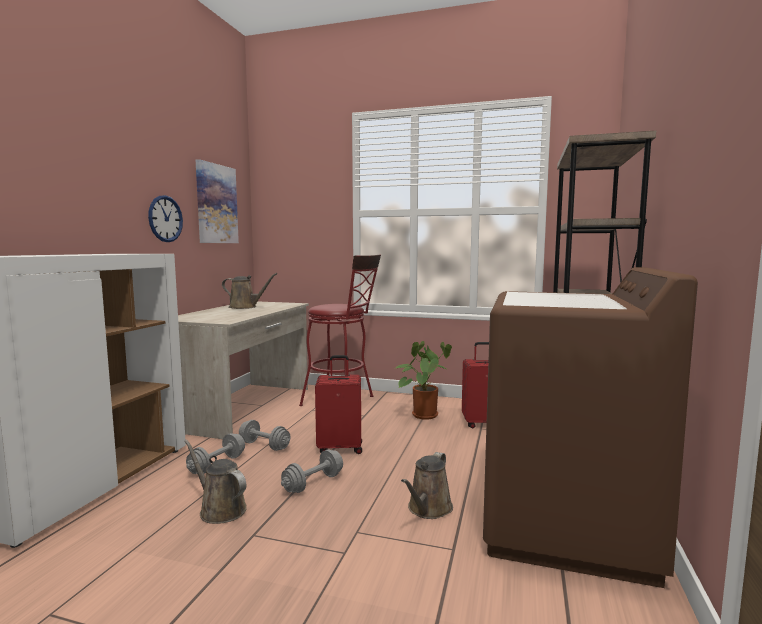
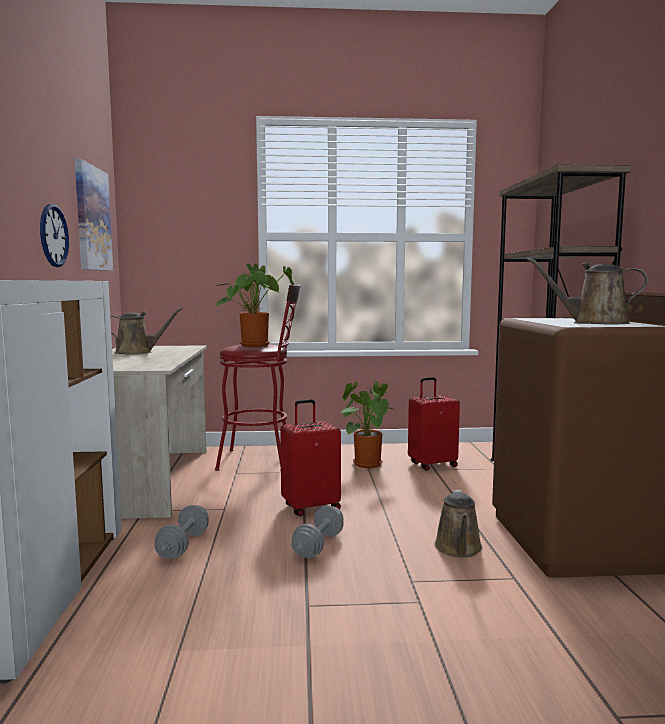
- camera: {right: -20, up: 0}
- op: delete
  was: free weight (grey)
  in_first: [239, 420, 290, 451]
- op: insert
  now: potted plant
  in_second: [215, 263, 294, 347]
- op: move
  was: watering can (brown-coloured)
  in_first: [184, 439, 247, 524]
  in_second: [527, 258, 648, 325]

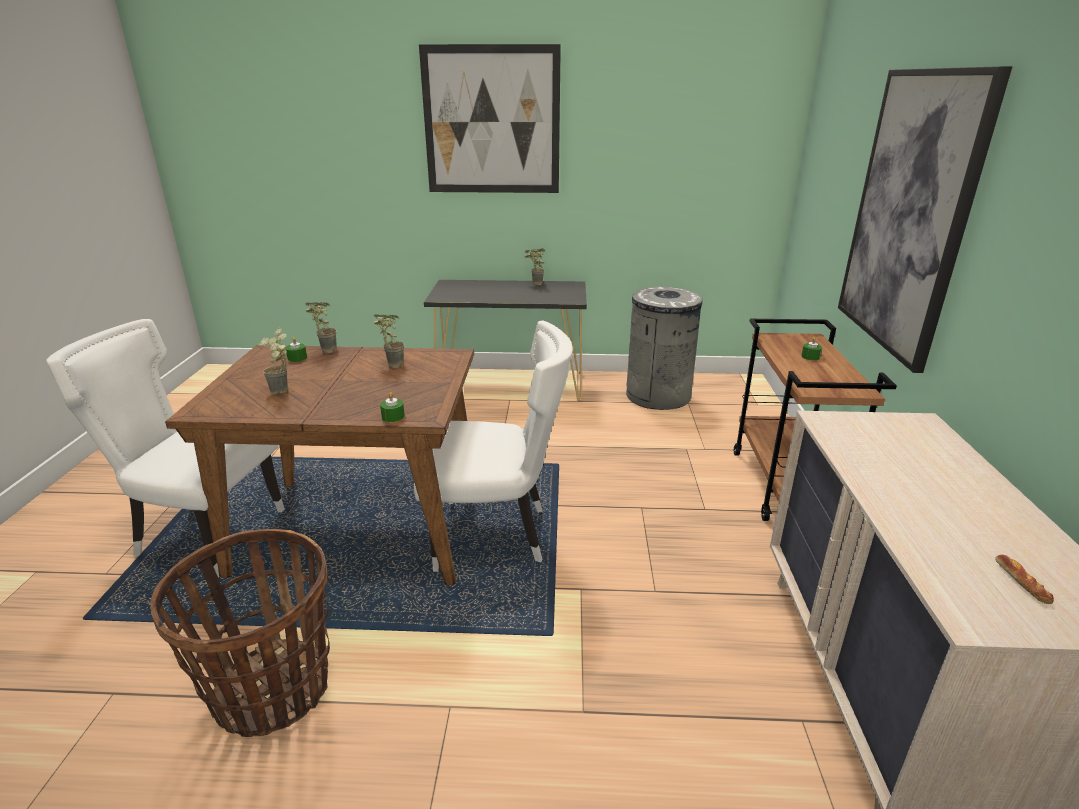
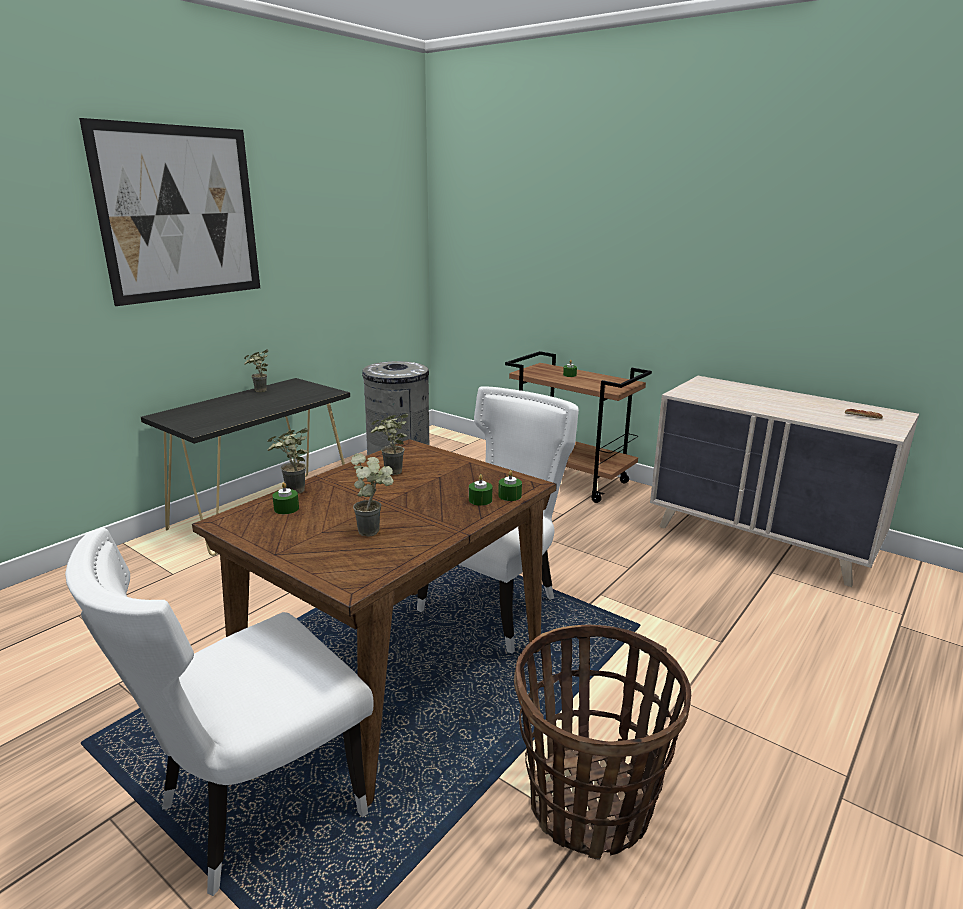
- camera: {right: -55, up: -5}
- op: delete
  was: wall art
  in_first: [838, 66, 1012, 373]
- op: insert
  now: candle (greenish)
  in_second: [469, 474, 492, 506]

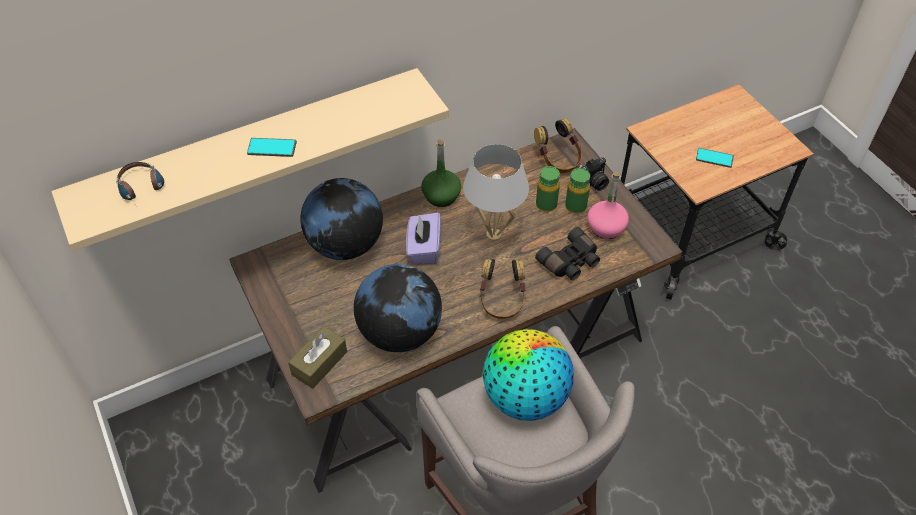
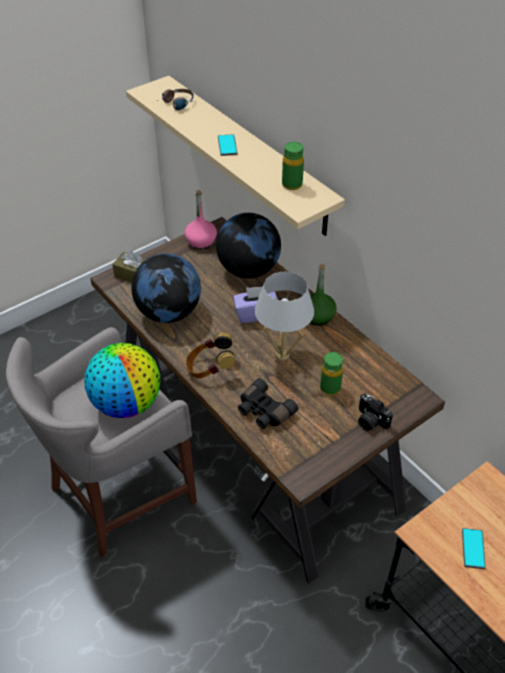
- camera: {right: 80, up: -5}
- op: delete
  was: headphones
  in_first: [534, 118, 582, 173]
- op: move
  was: bottle (greenish)
  in_first: [565, 168, 590, 214]
  in_second: [282, 142, 304, 190]
- op: move
  was: bottle (pinkish)
  in_first: [587, 172, 629, 239]
  in_second: [185, 190, 217, 249]

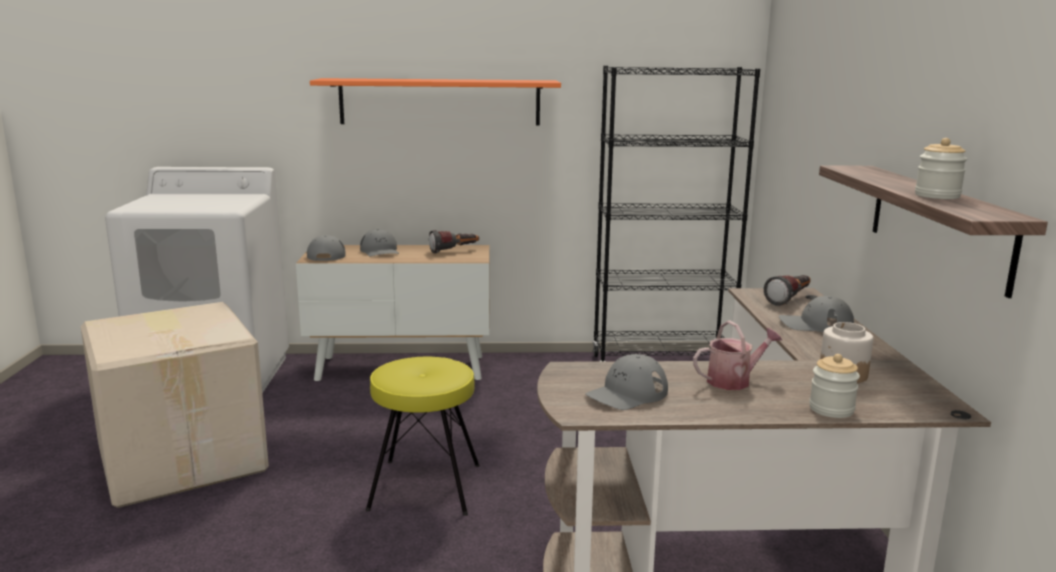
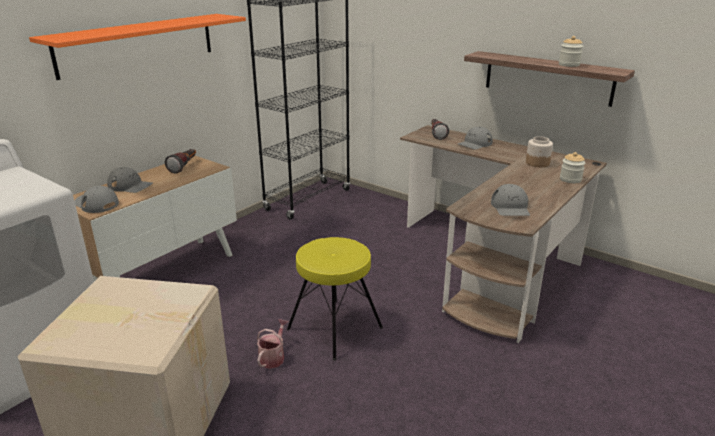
- camera: {right: -50, up: 10}
- op: move
  was: watering can
  in_first: [693, 320, 782, 390]
  in_second: [257, 319, 288, 369]

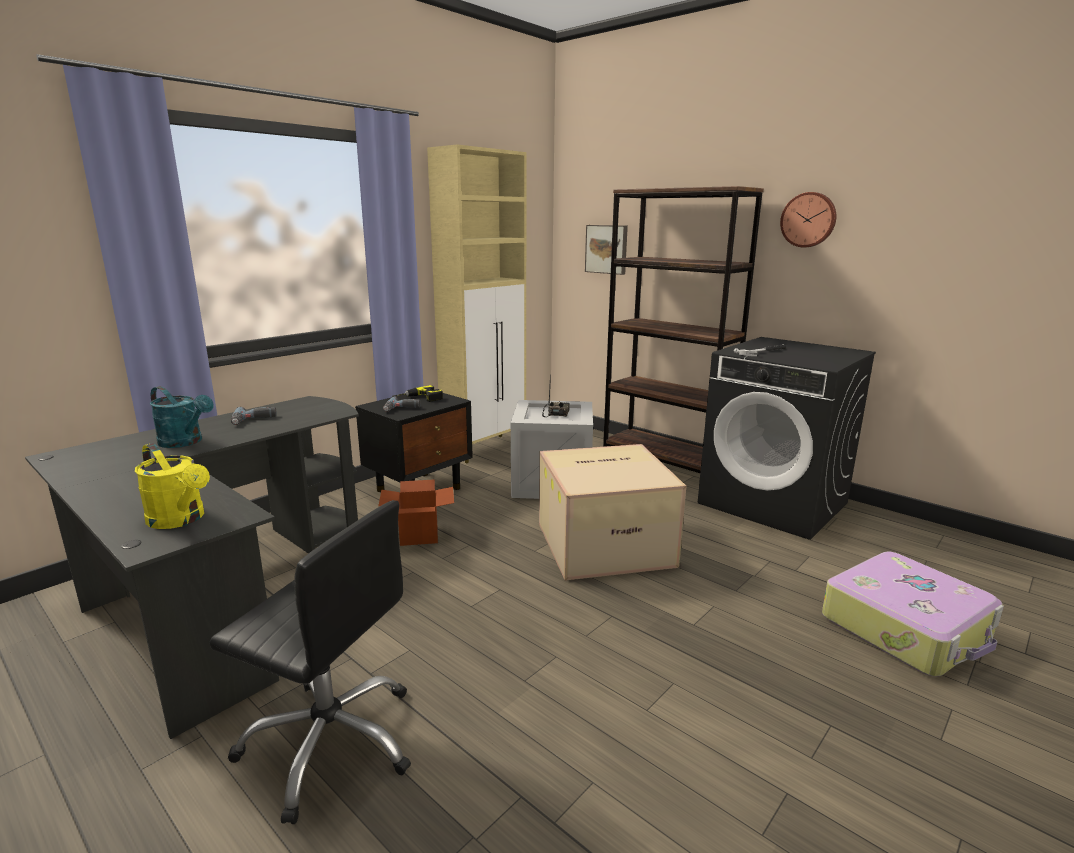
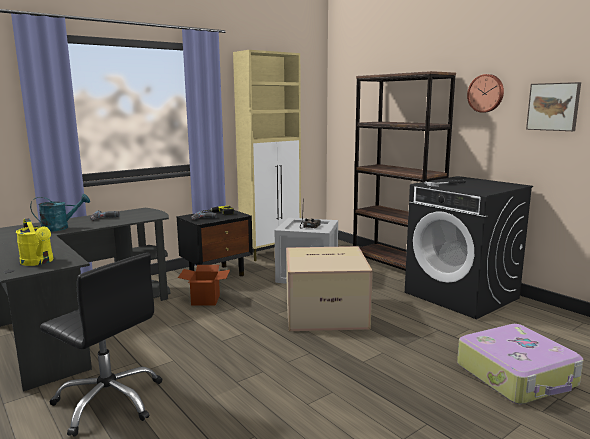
- camera: {right: 10, up: -5}
- op: move
  was: wall art
  in_first: [585, 225, 628, 275]
  in_second: [526, 82, 581, 131]
- op: rotate
  was: watering can (turquoise)
  in_first: [150, 386, 214, 448]
  in_second: [30, 194, 90, 232]
  clockwise: -60

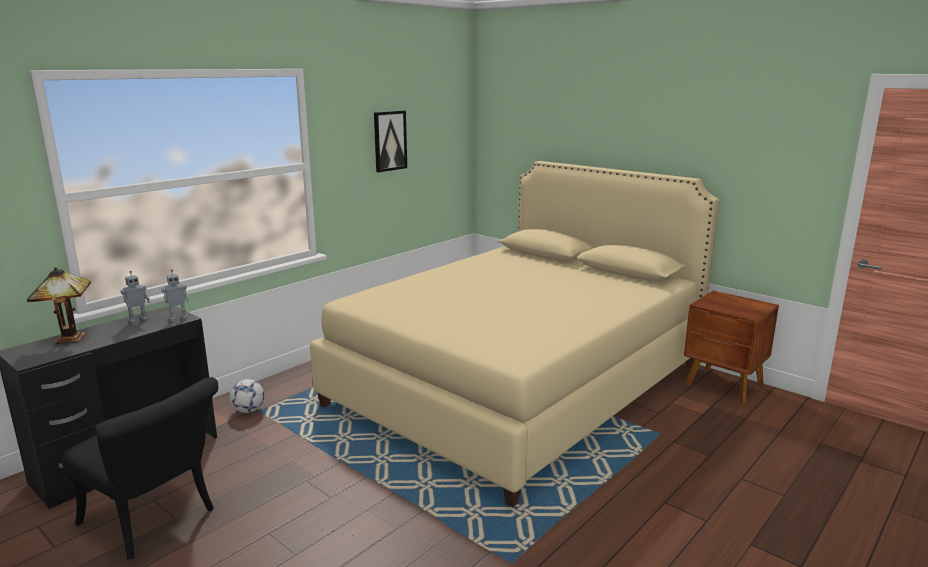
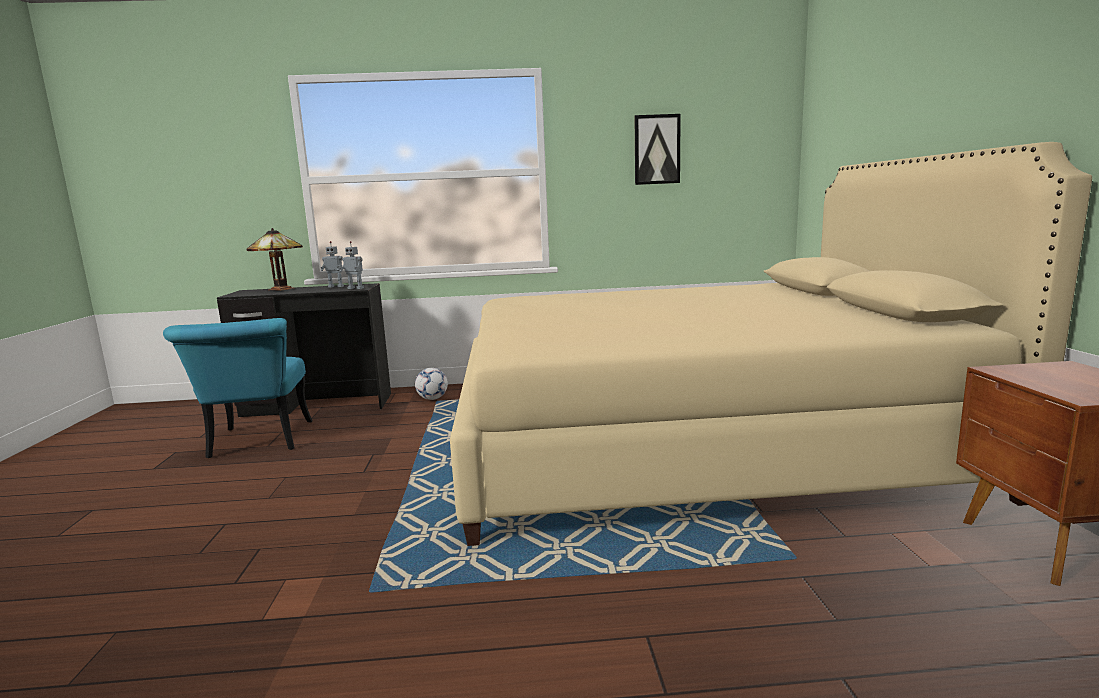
- camera: {right: 45, up: -5}
- op: recolor
  was: plain chair (black)
  now: plain chair (turquoise)
  in_first: [61, 377, 218, 559]
  in_second: [163, 318, 313, 458]

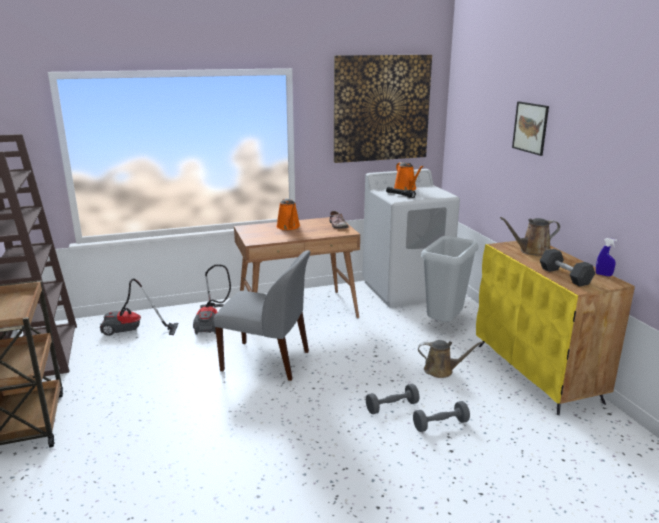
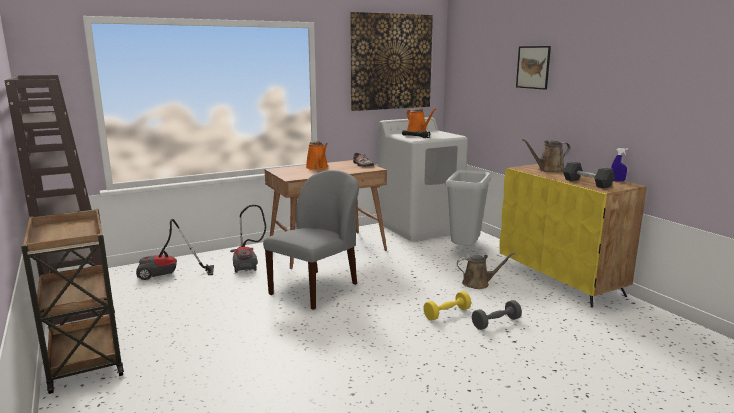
- camera: {right: -10, up: -5}
- op: recolor
  was: free weight (grey)
  now: free weight (yellowish)
  in_first: [366, 384, 419, 414]
  in_second: [423, 291, 471, 321]
- op: rotate
  was: plain chair (grey)
  in_first: [214, 250, 310, 381]
  in_second: [263, 170, 359, 310]
  clockwise: -60

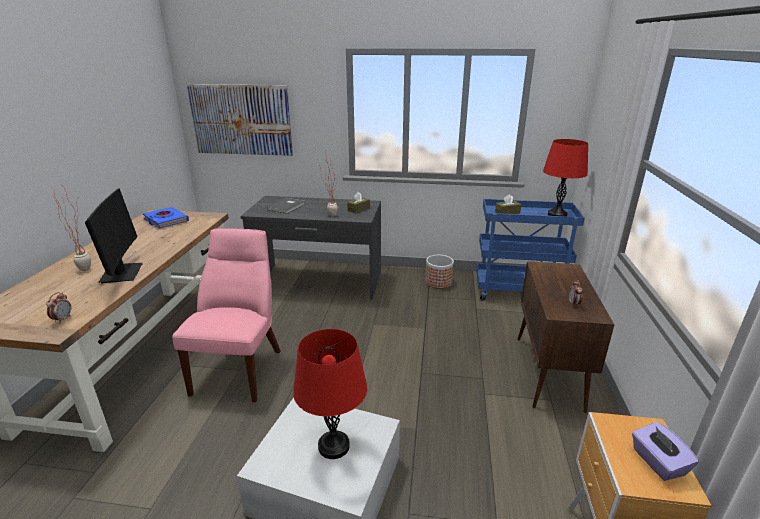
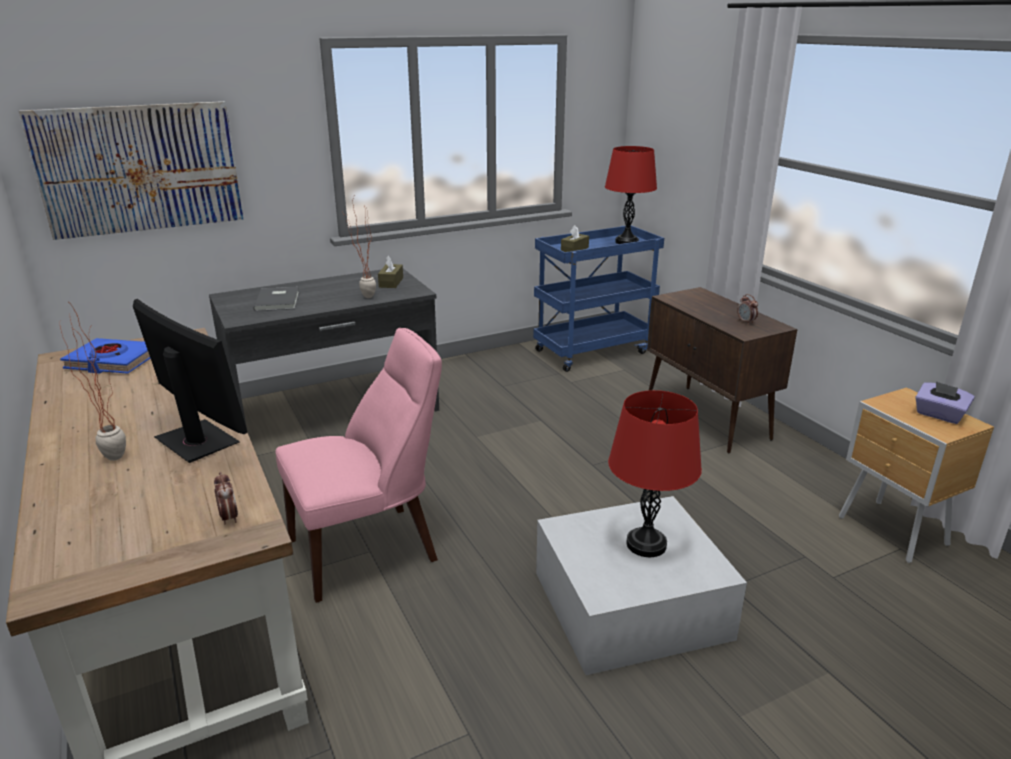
- camera: {right: -35, up: 0}
- op: delete
  was: planter
  in_first: [425, 255, 454, 289]
- op: rotate
  was: plain chair (pinkish)
  in_first: [172, 228, 281, 402]
  in_second: [275, 328, 442, 603]
  clockwise: 90

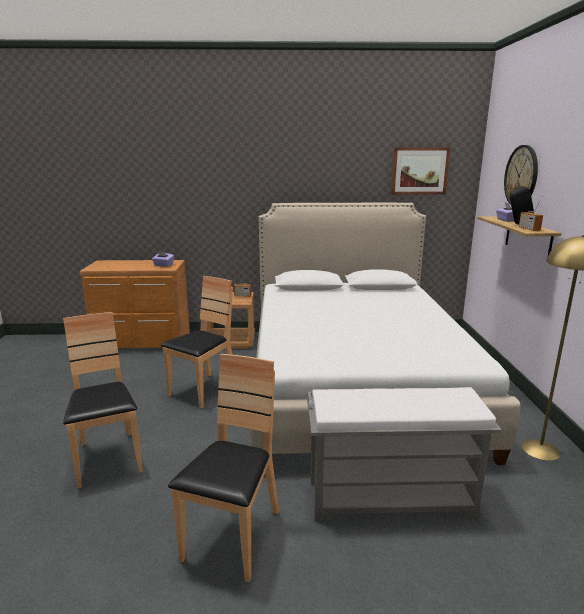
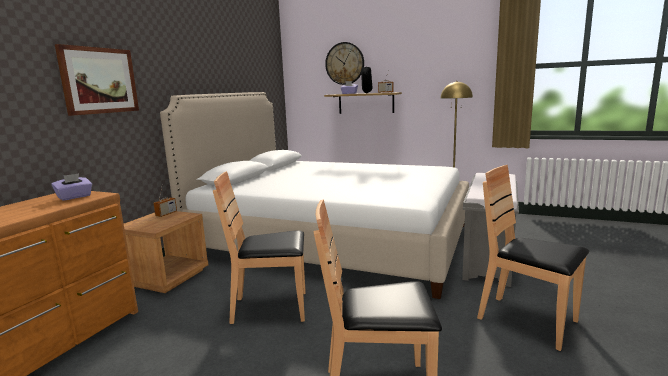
- camera: {right: -65, up: -5}
- op: move
  was: wall art
  in_first: [391, 147, 451, 195]
  in_second: [55, 44, 139, 116]
- op: rotate
  was: plain chair (brown-coloured)
  in_first: [161, 276, 233, 409]
  in_second: [213, 171, 306, 324]
  clockwise: -60

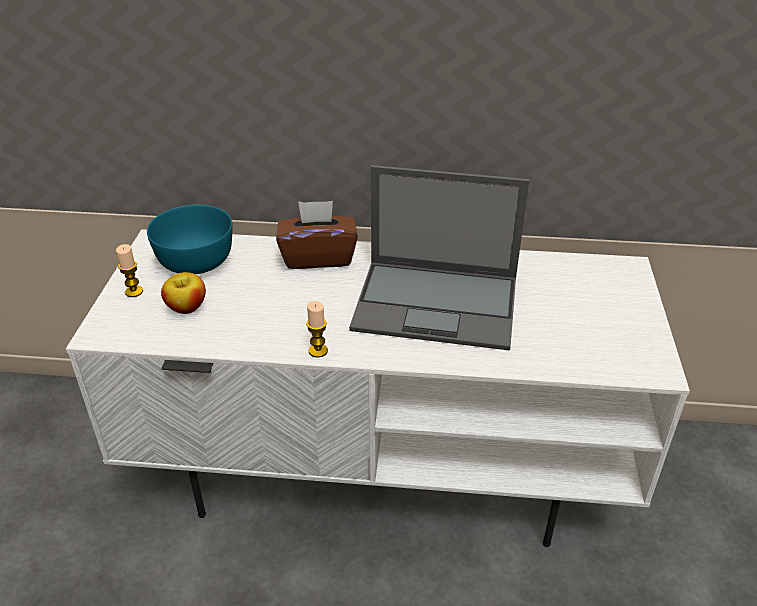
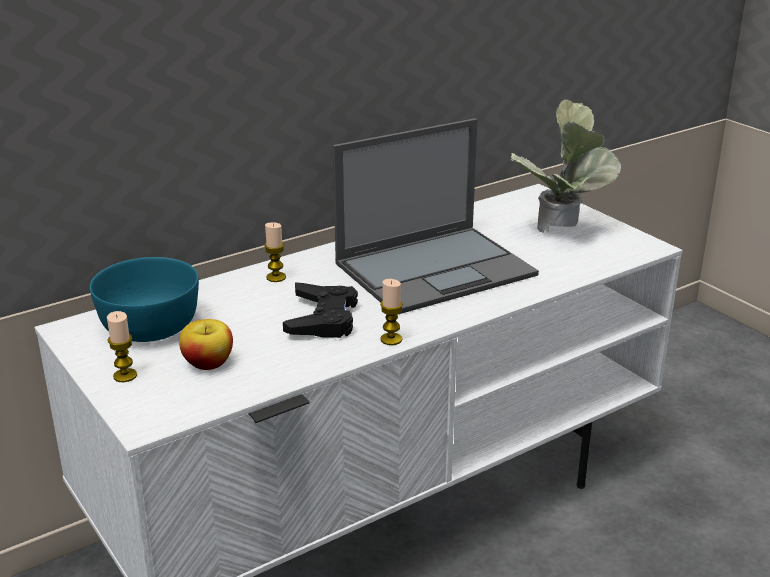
- camera: {right: -40, up: -10}
- op: insert
  now: game controller (black)
  in_second: [283, 282, 358, 338]
- op: insert
  now: potted plant
  in_second: [510, 100, 621, 233]
- op: replace
  was: box of tissues (brown-coloured)
  now: candle
  in_first: [276, 201, 358, 269]
  in_second: [264, 222, 286, 282]

